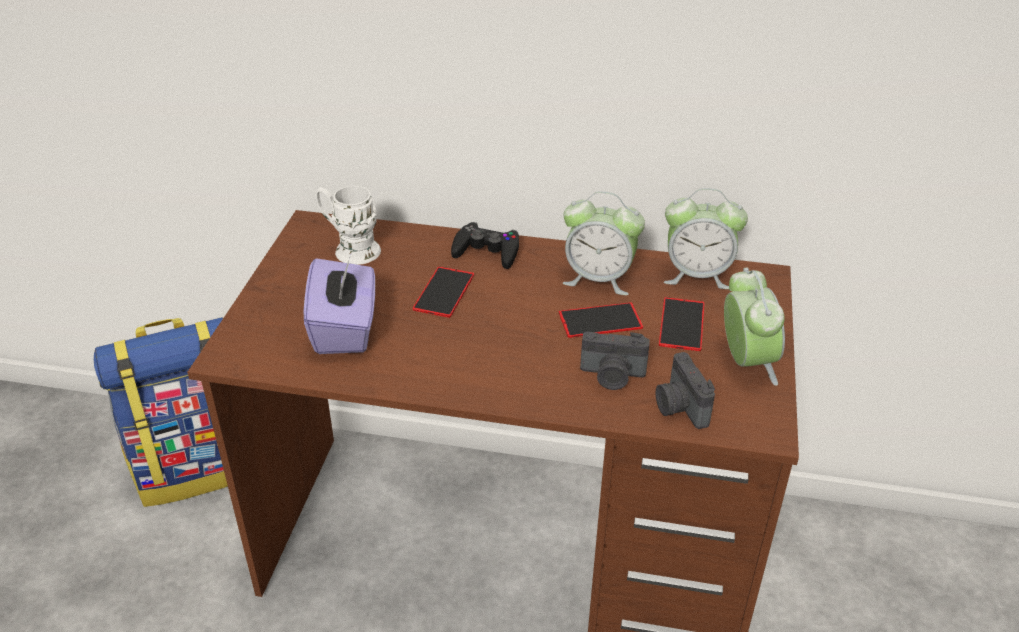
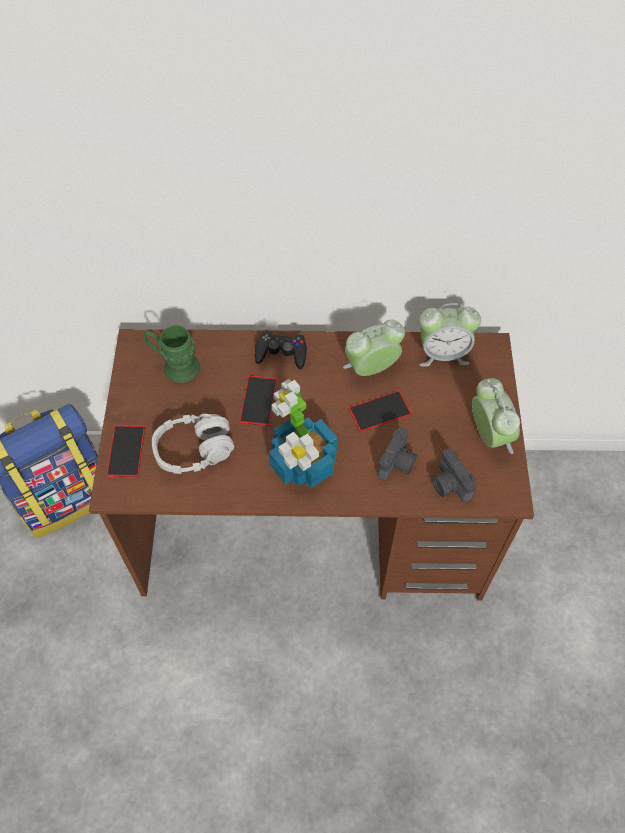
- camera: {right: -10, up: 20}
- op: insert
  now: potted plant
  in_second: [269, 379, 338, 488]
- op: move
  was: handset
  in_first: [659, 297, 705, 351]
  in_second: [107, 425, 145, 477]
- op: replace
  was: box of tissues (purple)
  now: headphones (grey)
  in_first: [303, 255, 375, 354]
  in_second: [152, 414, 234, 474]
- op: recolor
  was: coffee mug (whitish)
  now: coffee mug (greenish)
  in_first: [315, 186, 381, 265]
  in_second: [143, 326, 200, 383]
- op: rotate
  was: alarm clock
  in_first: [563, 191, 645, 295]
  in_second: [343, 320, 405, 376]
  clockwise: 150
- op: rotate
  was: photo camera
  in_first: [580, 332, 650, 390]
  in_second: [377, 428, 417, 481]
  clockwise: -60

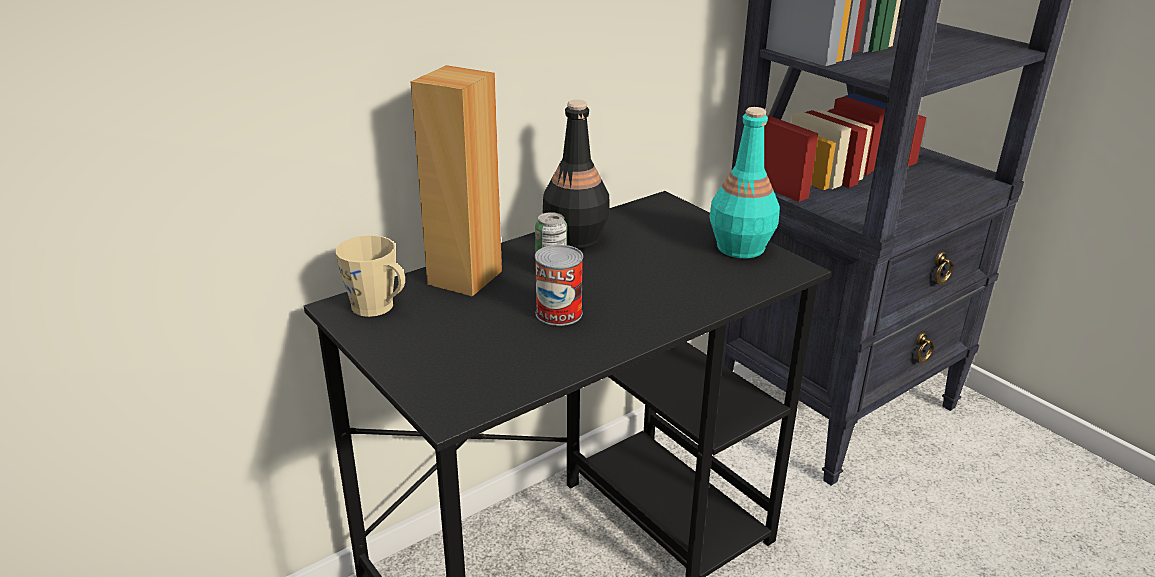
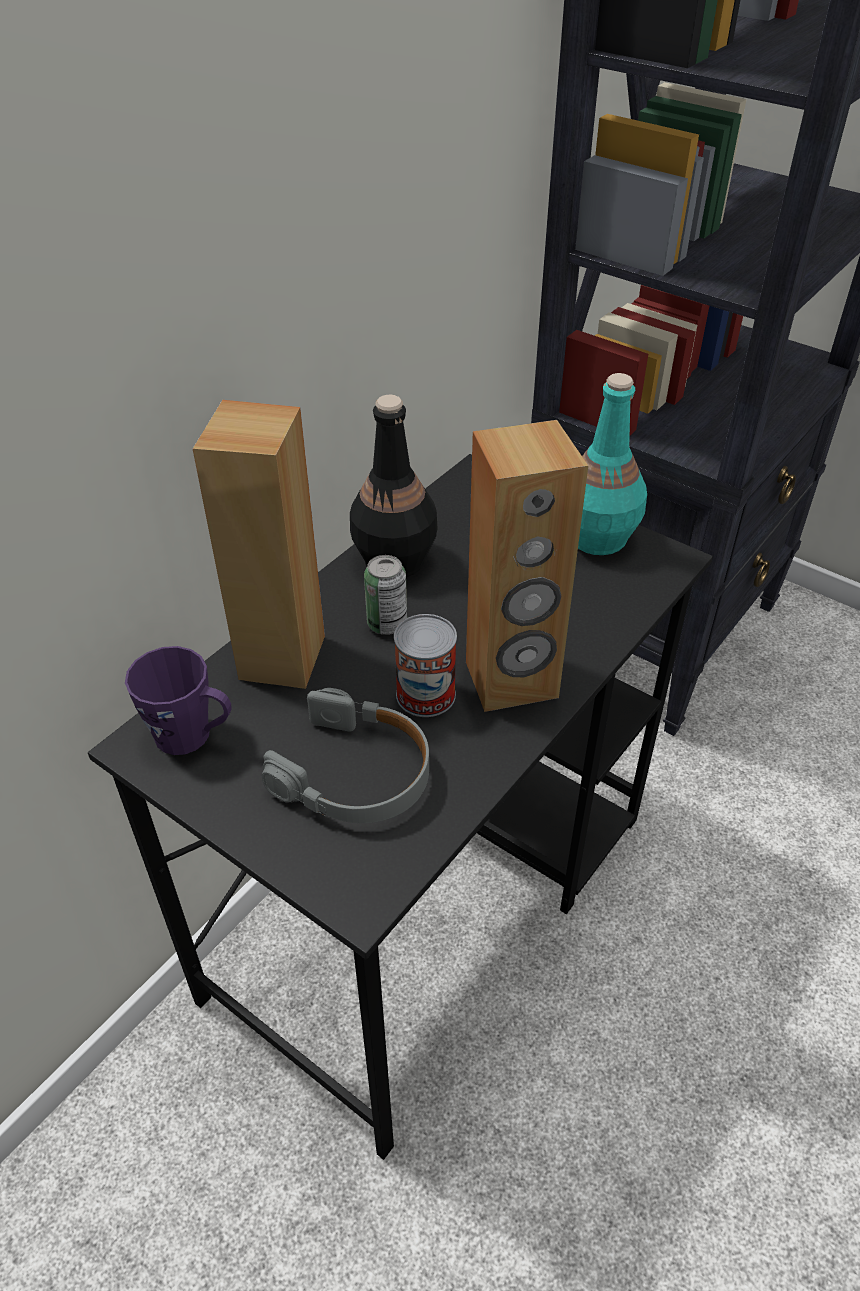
- camera: {right: -15, up: 15}
- op: insert
  now: headphones (grey)
  in_second: [262, 688, 429, 823]
- op: insert
  now: speaker (brown-coloured)
  in_second: [466, 420, 588, 712]
- op: recolor
  was: coffee mug (sand-coloured)
  now: coffee mug (purple)
  in_first: [335, 235, 405, 317]
  in_second: [125, 646, 232, 755]

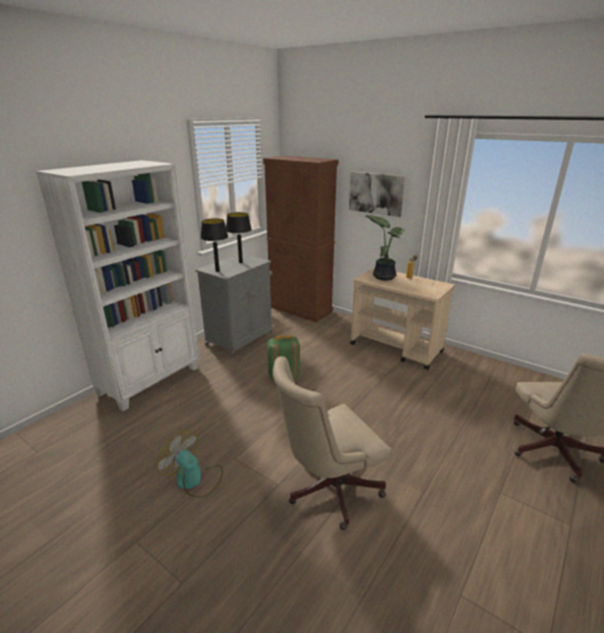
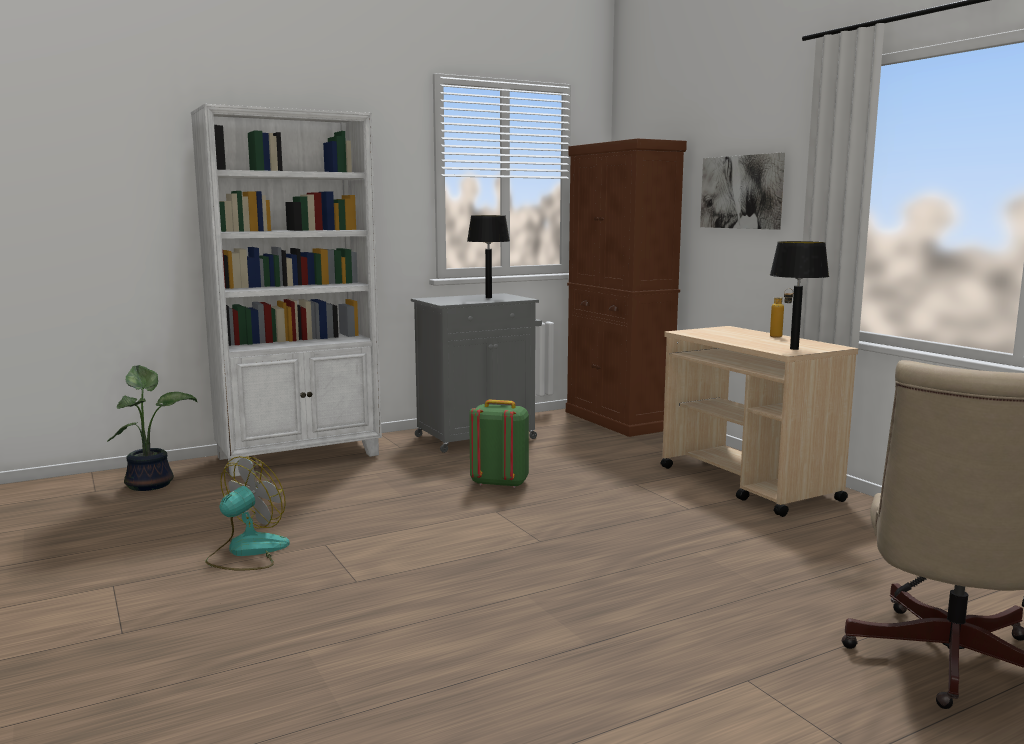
- camera: {right: 25, up: -15}
- op: delete
  was: desk chair (sand-coloured)
  in_first: [273, 356, 391, 530]
- op: move
  was: tabletop lamp (black)
  in_first: [200, 218, 228, 272]
  in_second: [770, 241, 829, 350]
- op: move
  was: potted plant
  in_first: [365, 215, 405, 280]
  in_second: [107, 365, 197, 491]
- op: rotate
  was: fan
  in_first: [156, 430, 223, 498]
  in_second: [205, 456, 290, 571]
  clockwise: 60

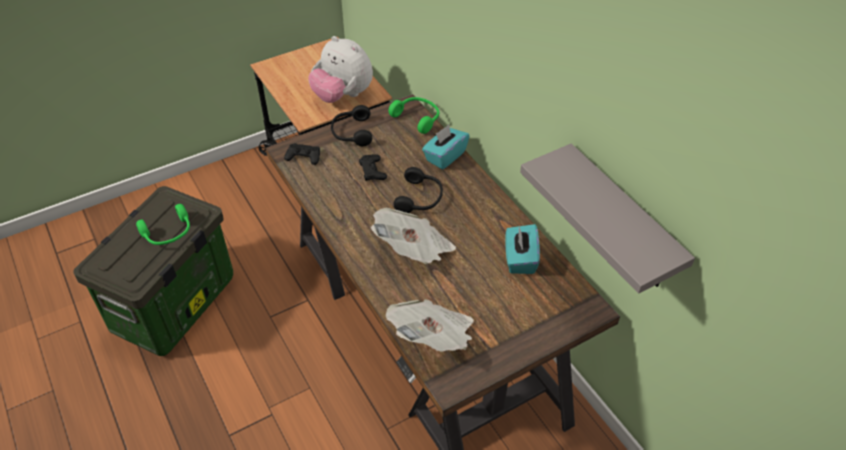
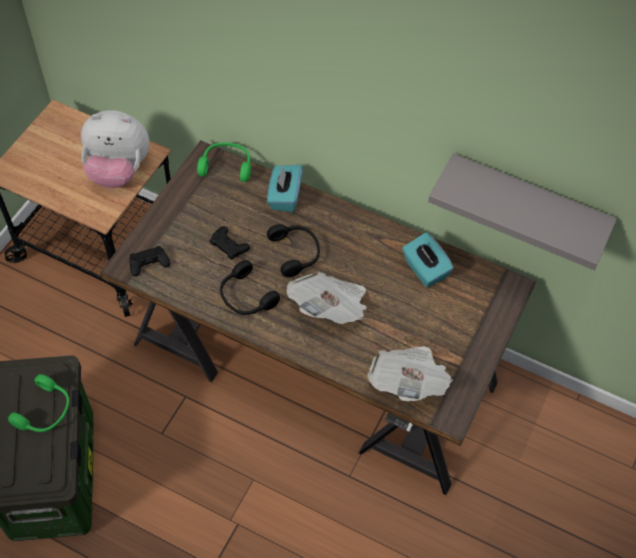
- camera: {right: -35, up: 10}
- op: move
  was: headphones (black)
  in_first: [331, 105, 372, 146]
  in_second: [220, 260, 280, 315]

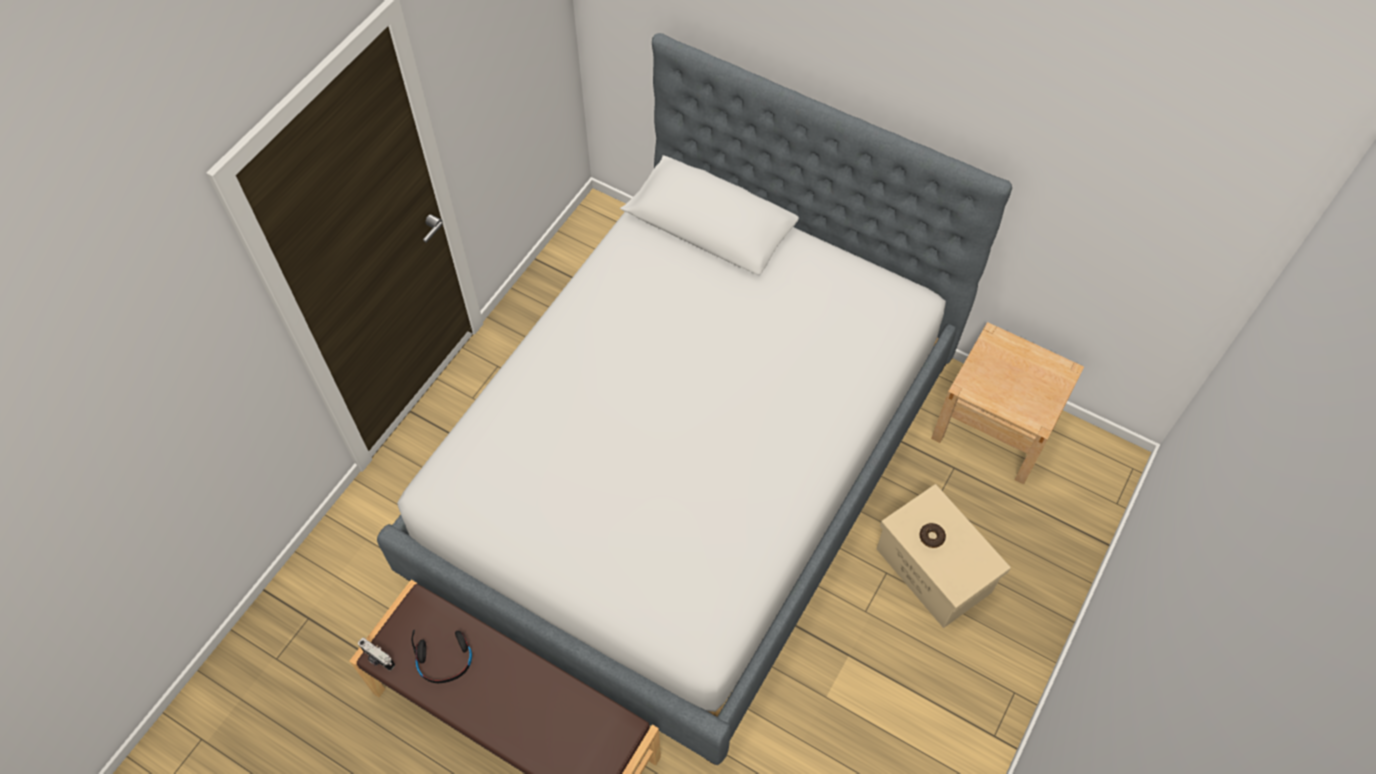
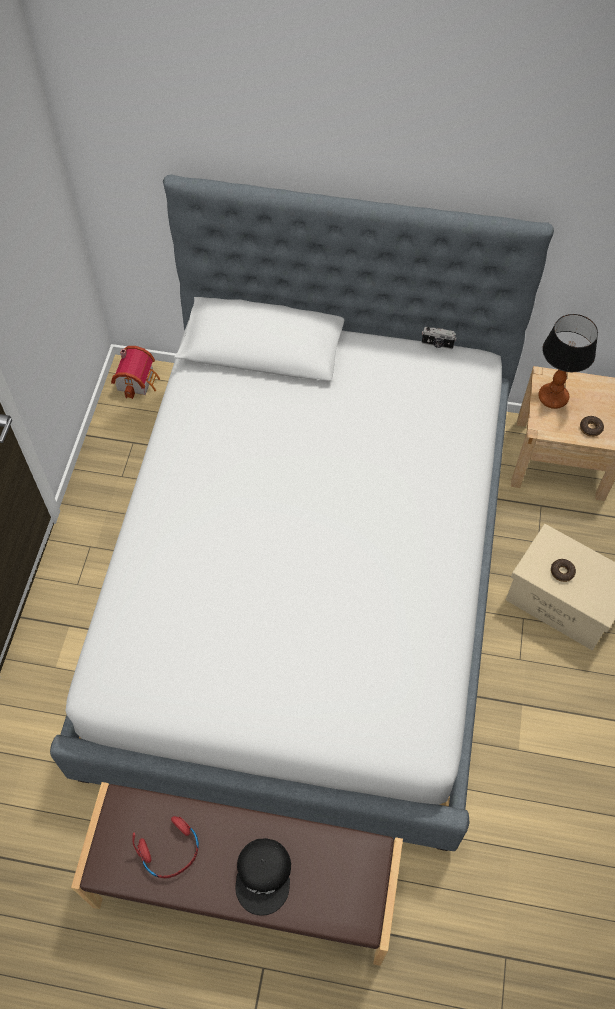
- camera: {right: -20, up: 0}
- op: insert
  now: miniature house
  in_second: [111, 346, 160, 399]
- op: insert
  now: cap (black)
  in_second: [235, 838, 291, 916]
- op: insert
  now: tabletop lamp
  in_second: [538, 314, 598, 409]
- op: insert
  now: donut
  in_second: [580, 416, 604, 437]
- op: move
  was: photo camera
  in_first: [358, 638, 395, 671]
  in_second: [422, 327, 456, 349]
- op: recolor
  was: headphones (black)
  now: headphones (red)
  in_first: [412, 630, 472, 683]
  in_second: [132, 816, 199, 878]

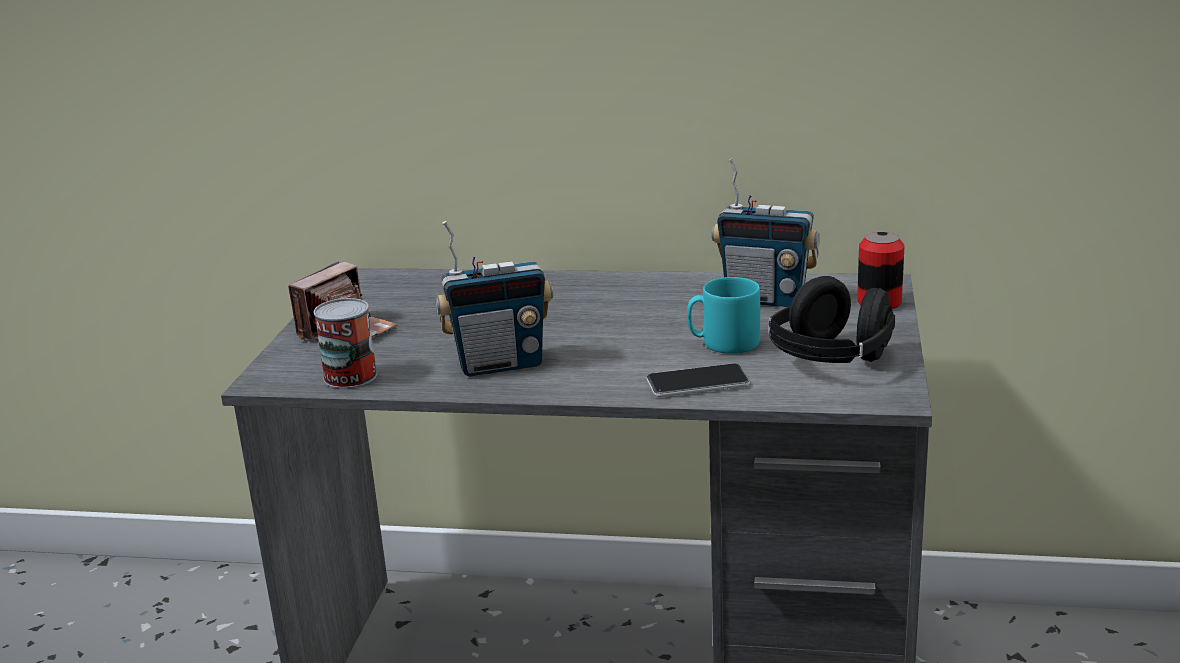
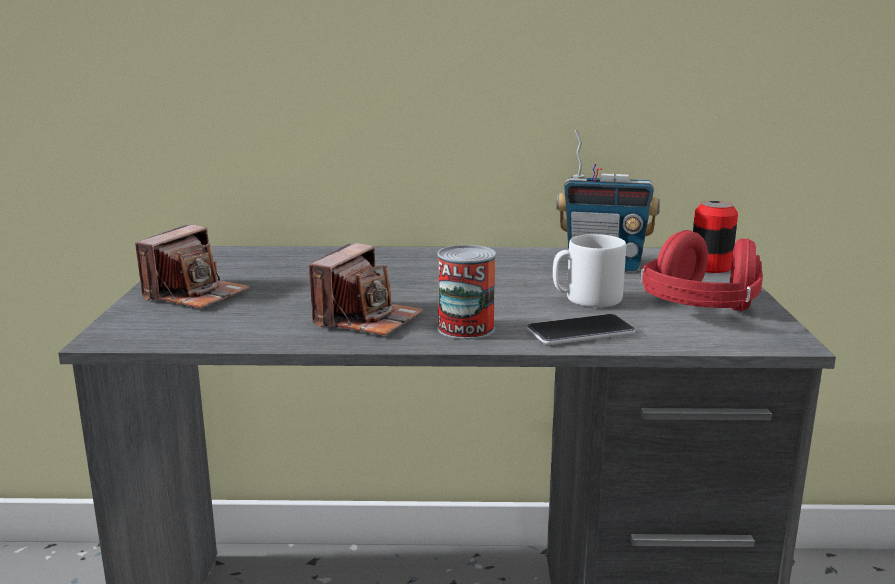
- camera: {right: -10, up: -5}
- op: move
  was: can
  in_first: [314, 298, 377, 389]
  in_second: [437, 245, 496, 339]
- op: replace
  was: radio
  now: photo camera
  in_first: [435, 221, 553, 376]
  in_second: [309, 243, 423, 336]
- op: recolor
  was: coffee mug (turquoise)
  now: coffee mug (grey)
  in_first: [687, 277, 760, 354]
  in_second: [553, 234, 626, 307]
- op: recolor
  was: headphones (black)
  now: headphones (red)
  in_first: [768, 276, 895, 363]
  in_second: [640, 230, 763, 311]

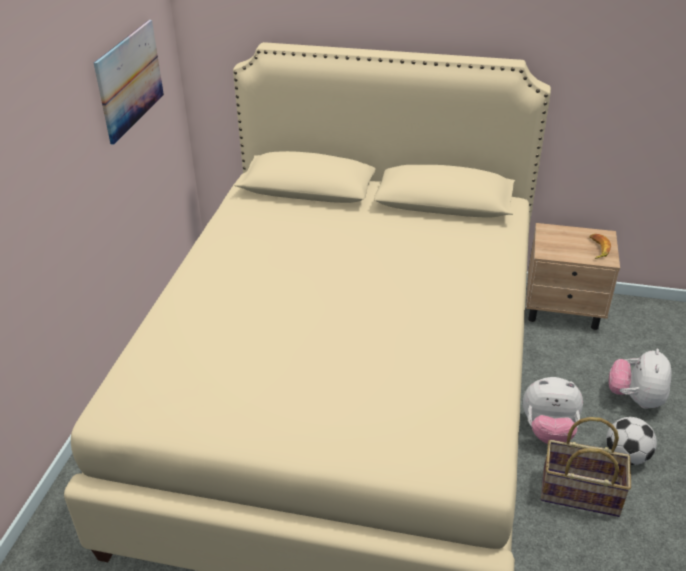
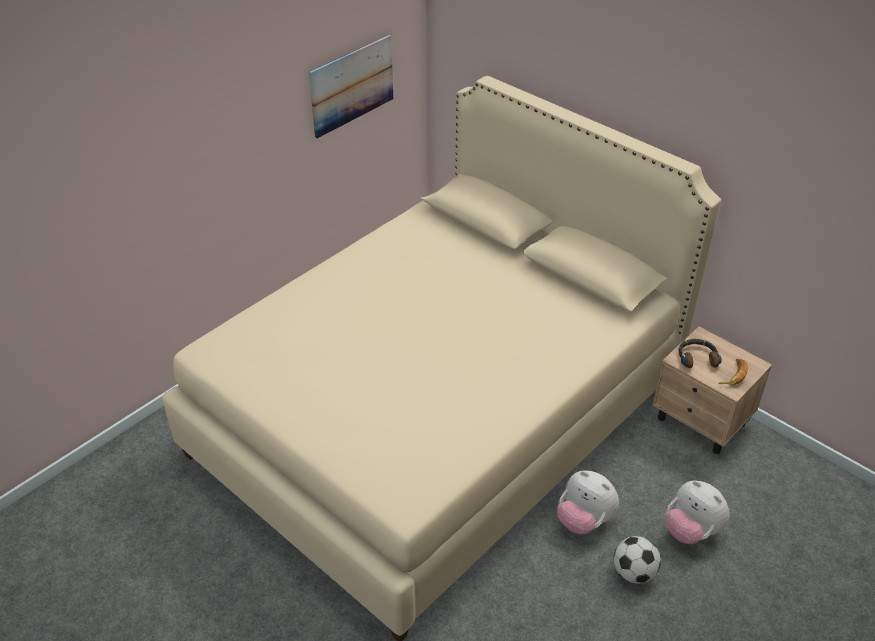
- camera: {right: 30, up: 5}
- op: delete
  was: storage basket
  in_first: [541, 417, 631, 517]
- op: insert
  now: headphones
  in_second: [679, 339, 722, 368]
- op: rotate
  was: soft toy
  in_first: [609, 349, 671, 409]
  in_second: [665, 480, 730, 544]
  clockwise: -90

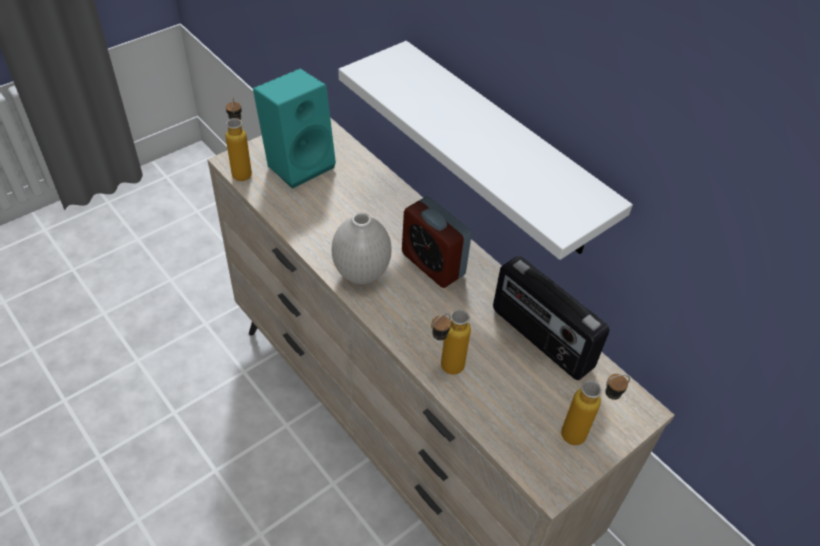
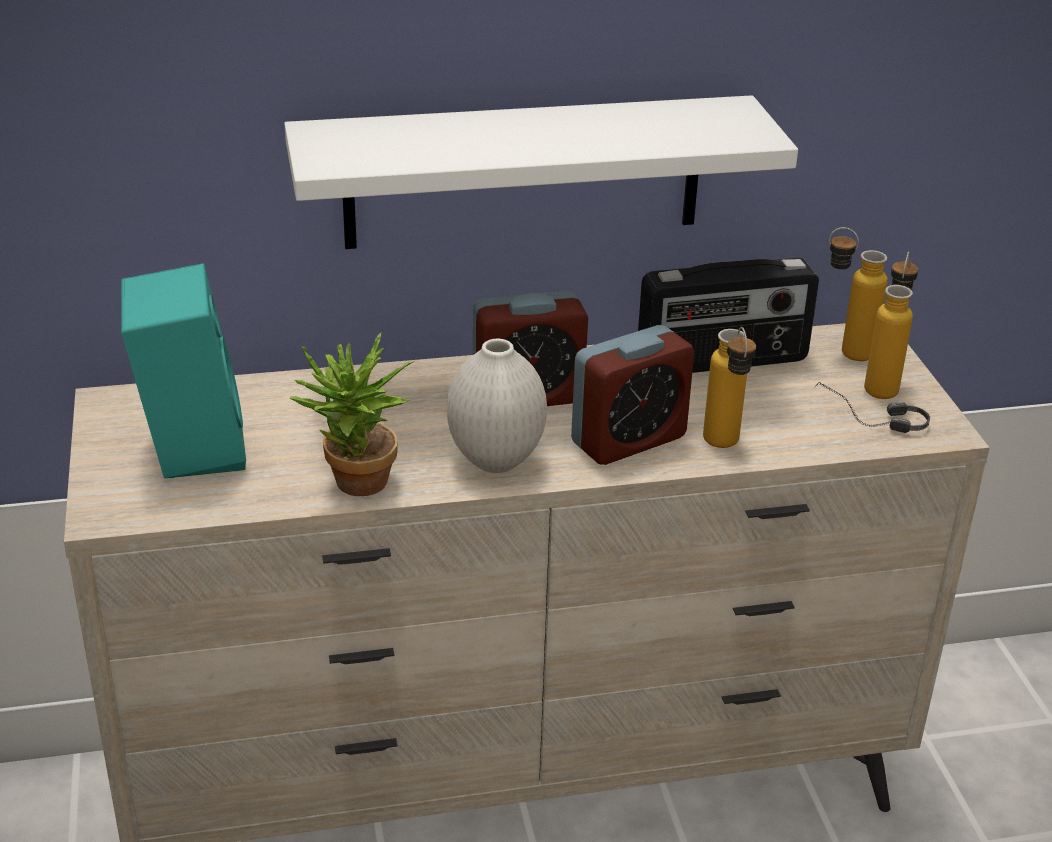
- camera: {right: -60, up: -15}
- op: insert
  now: potted plant
  in_second: [290, 333, 415, 496]
- op: insert
  now: alarm clock
  in_second: [571, 325, 694, 465]
- op: insert
  now: headphones
  in_second: [814, 382, 930, 433]
- op: move
  was: bottle
  in_first: [226, 97, 252, 181]
  in_second: [829, 227, 888, 361]

